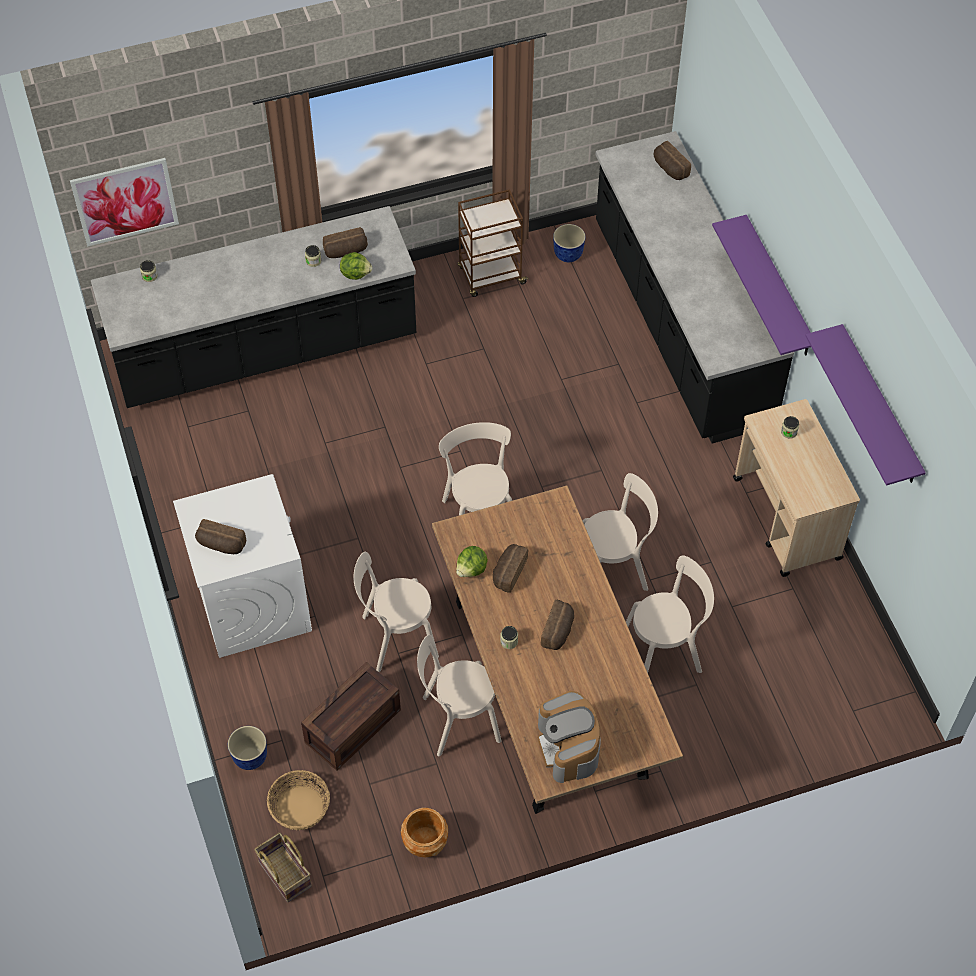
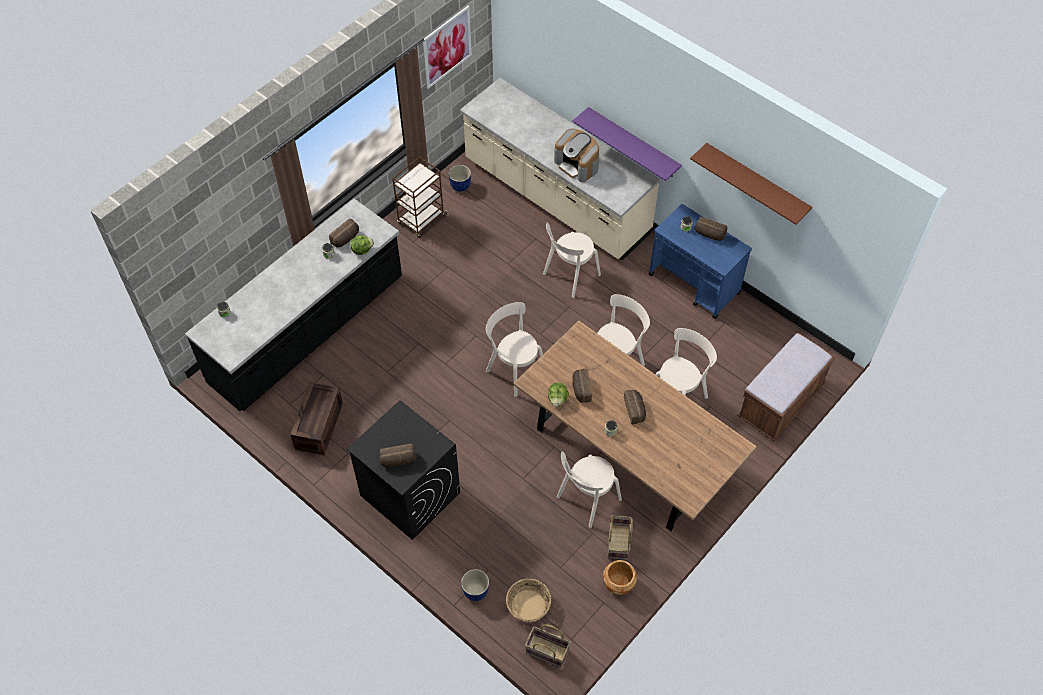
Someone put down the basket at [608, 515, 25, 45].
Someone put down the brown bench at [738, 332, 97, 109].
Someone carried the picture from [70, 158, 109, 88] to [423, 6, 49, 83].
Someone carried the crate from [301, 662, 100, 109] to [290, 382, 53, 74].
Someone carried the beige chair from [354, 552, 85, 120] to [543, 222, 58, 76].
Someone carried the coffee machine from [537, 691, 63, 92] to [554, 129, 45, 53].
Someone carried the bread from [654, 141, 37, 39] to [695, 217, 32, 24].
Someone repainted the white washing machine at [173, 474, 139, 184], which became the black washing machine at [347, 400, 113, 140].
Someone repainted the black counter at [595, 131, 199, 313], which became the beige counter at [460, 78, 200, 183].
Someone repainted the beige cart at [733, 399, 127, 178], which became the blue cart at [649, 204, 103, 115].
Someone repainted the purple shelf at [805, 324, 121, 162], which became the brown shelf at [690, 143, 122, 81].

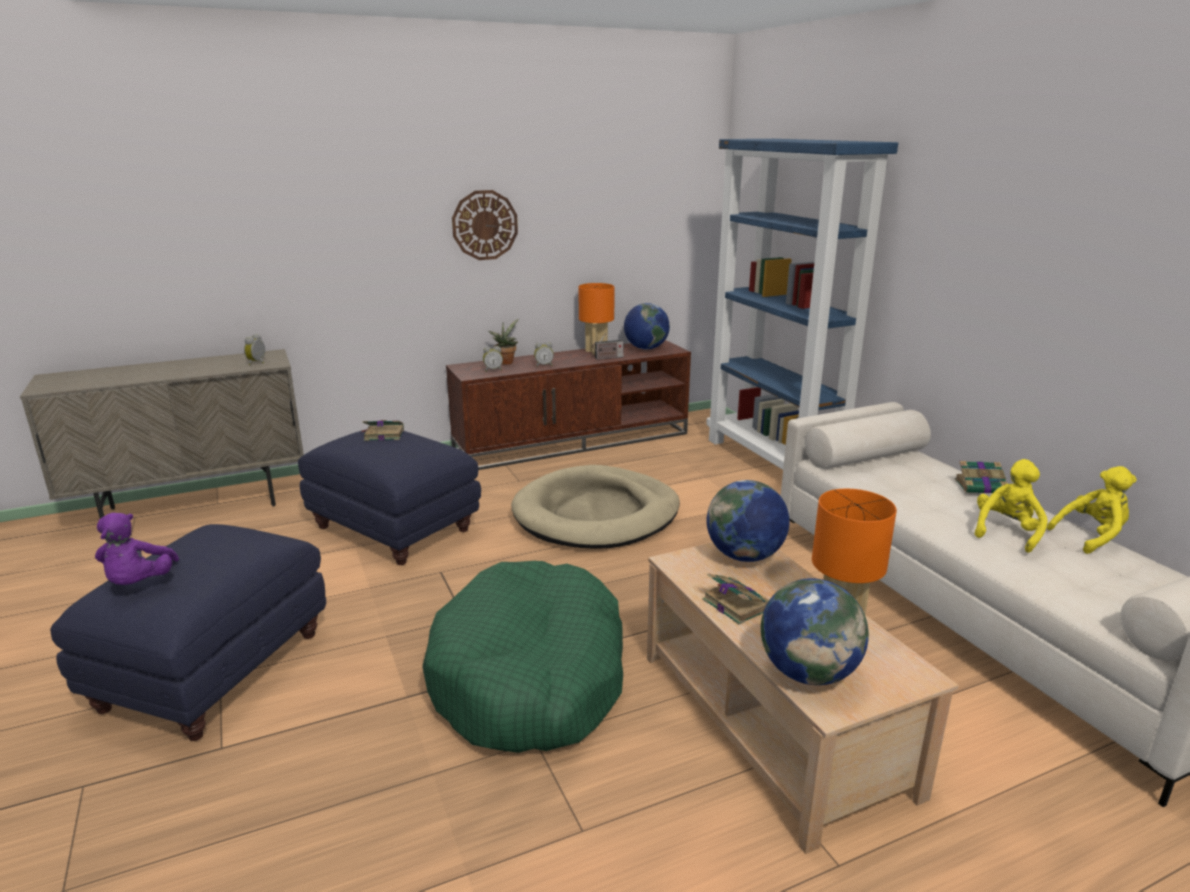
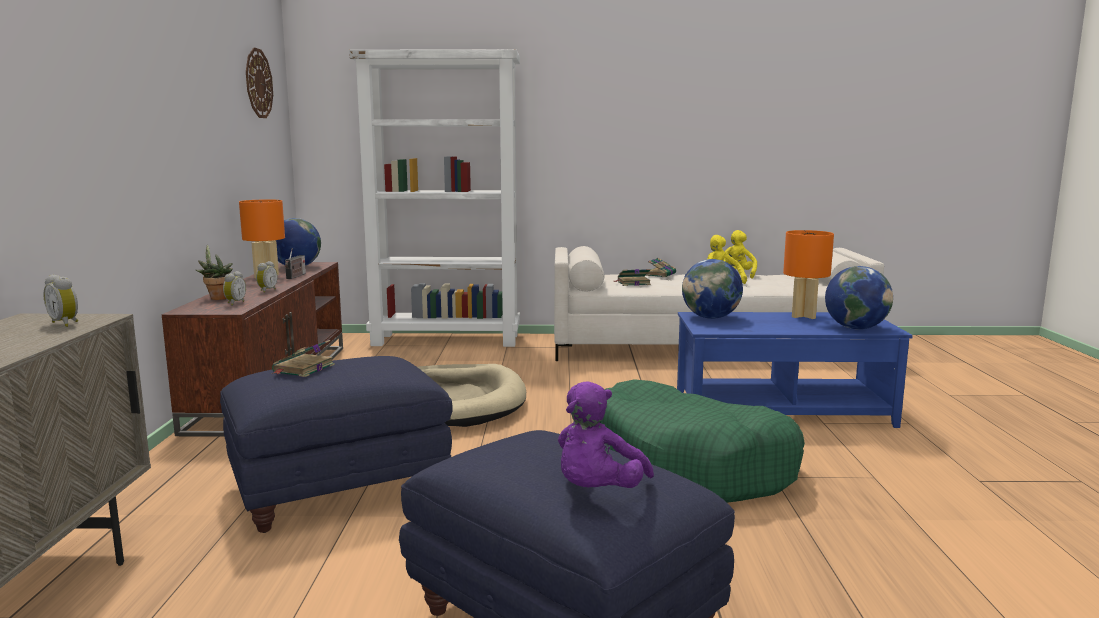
Someone carried the wall clock from [452, 190, 66, 70] to [246, 48, 27, 70].
Someone carried the book from [702, 573, 67, 52] to [614, 269, 37, 17].
Someone repainted the beige coffee table at [647, 542, 312, 312], which became the blue coffee table at [677, 312, 236, 116].
Someone repainted the blue bookcase at [706, 139, 192, 331], which became the white bookcase at [349, 49, 171, 298].
Someone rotated the purple plush toy at [95, 513, 84, 72] by 105 degrees clockwise.

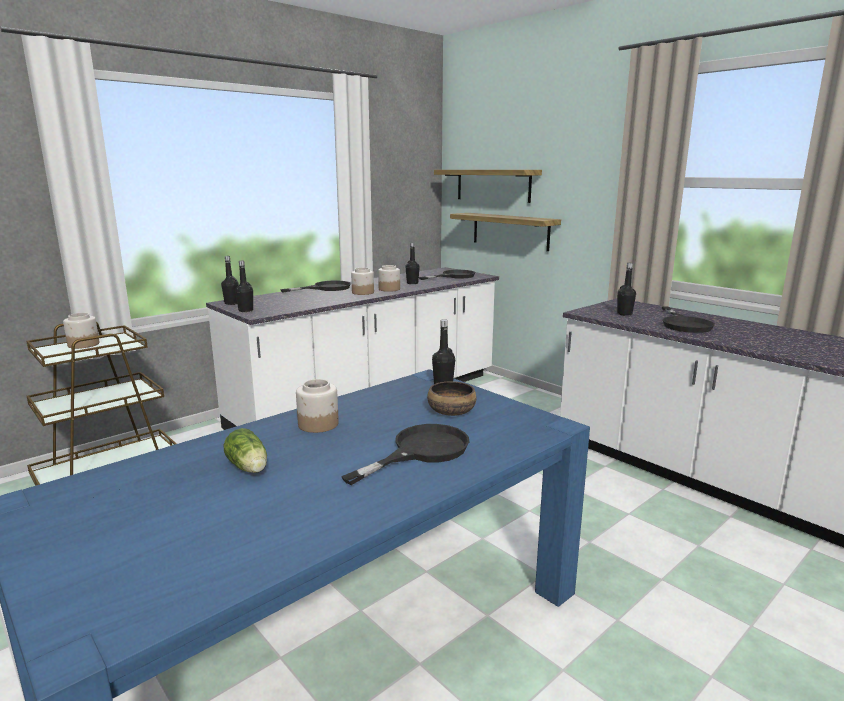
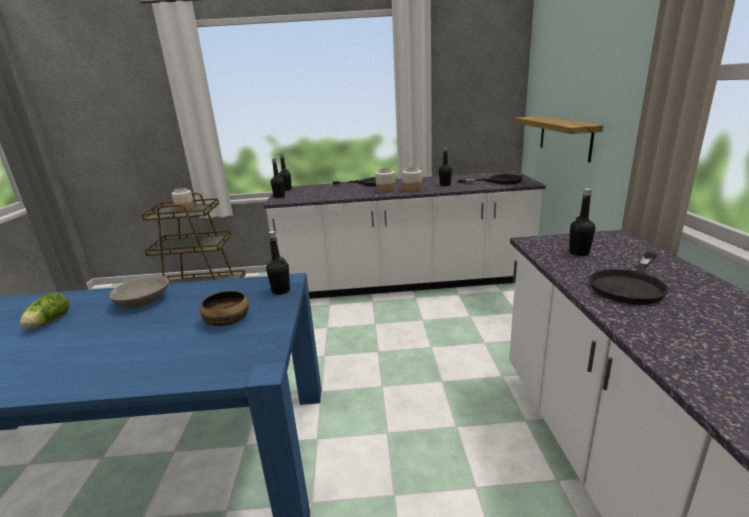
Someone took away the black frying pan at [341, 424, 129, 61].
Someone took away the shelf at [434, 170, 108, 33].
Someone swapped the jar at [296, 379, 43, 54] for the grey bowl at [109, 276, 60, 32].

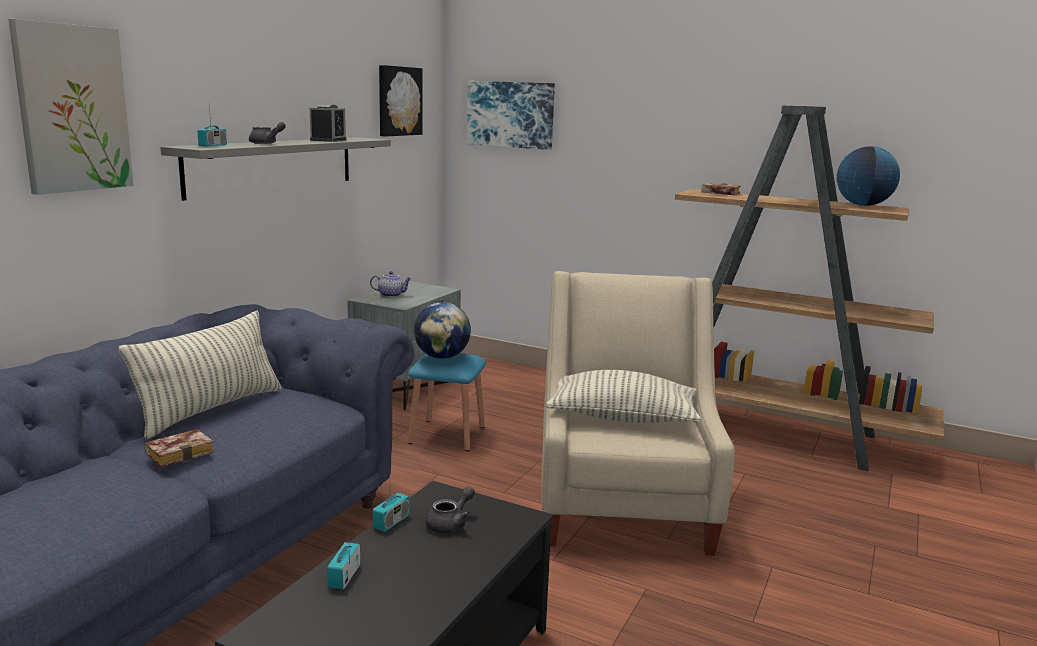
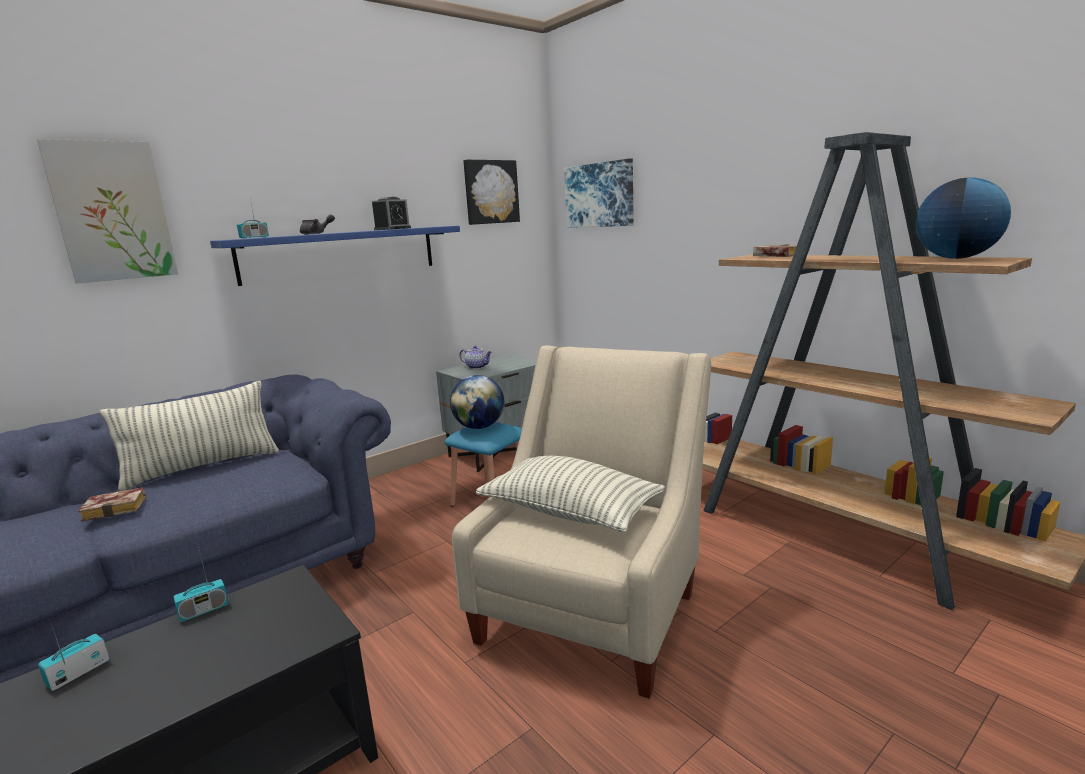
Someone took away the grey teapot at [426, 486, 49, 47].
Someone repainted the grey shelf at [160, 137, 231, 64], which became the blue shelf at [210, 226, 250, 60].

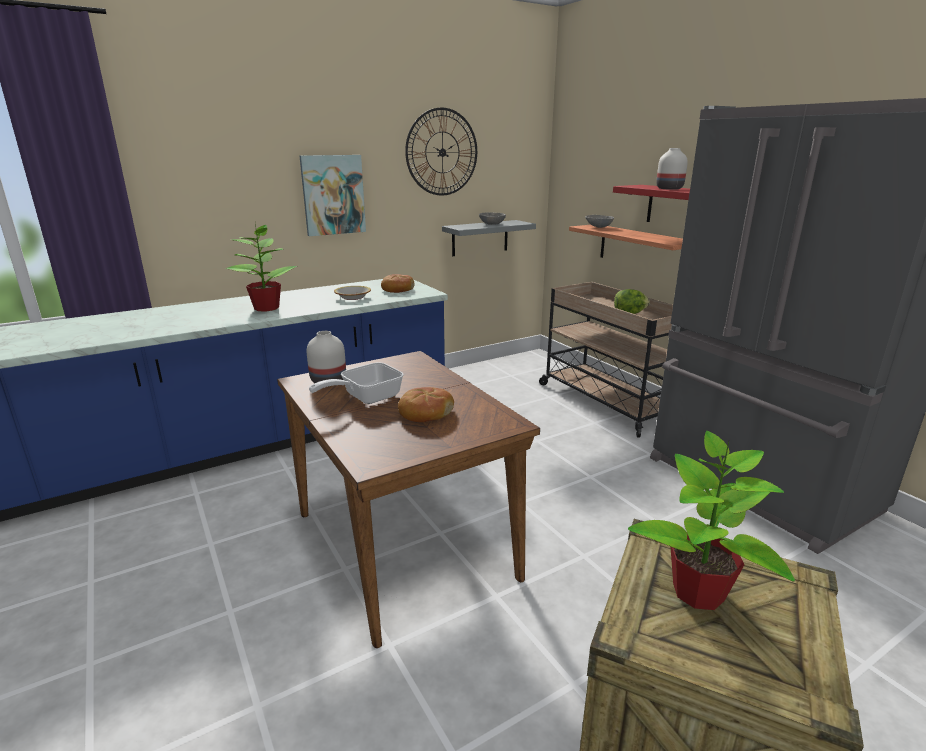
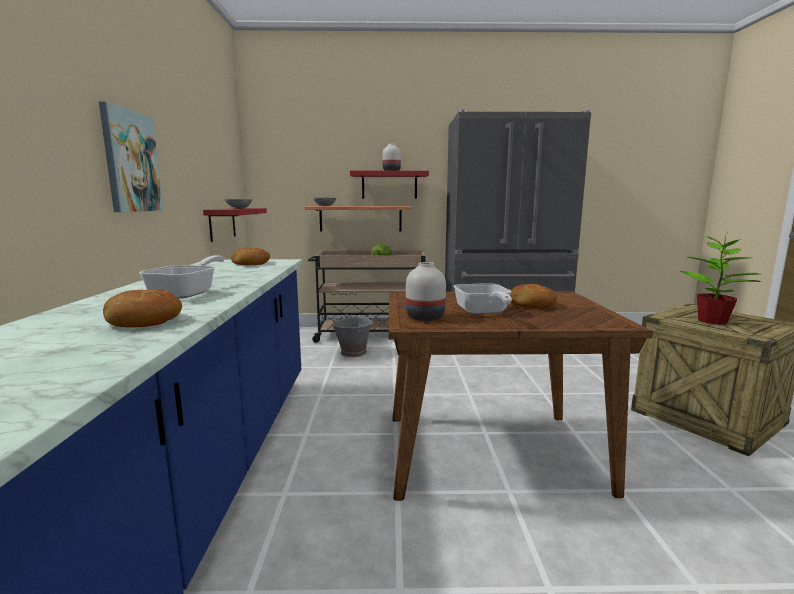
Someone took away the bowl at [334, 286, 37, 14].
Someone took away the wall clock at [405, 108, 72, 87].
Someone put down the bread at [103, 289, 79, 39].
Someone put down the grey bucket at [331, 314, 42, 43].
Someone swapped the potted plant at [226, 224, 71, 88] for the frying pan at [139, 255, 86, 44].
Someone repainted the grey shelf at [442, 220, 94, 36], which became the red shelf at [203, 208, 64, 34].

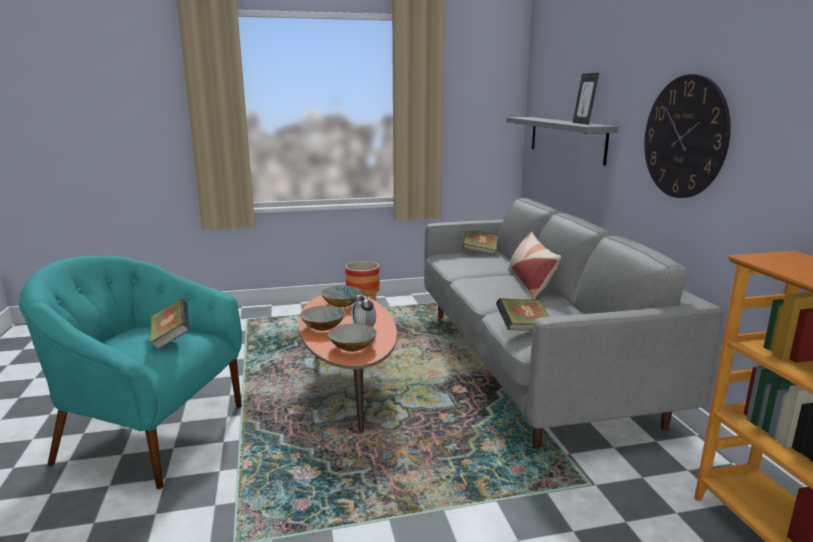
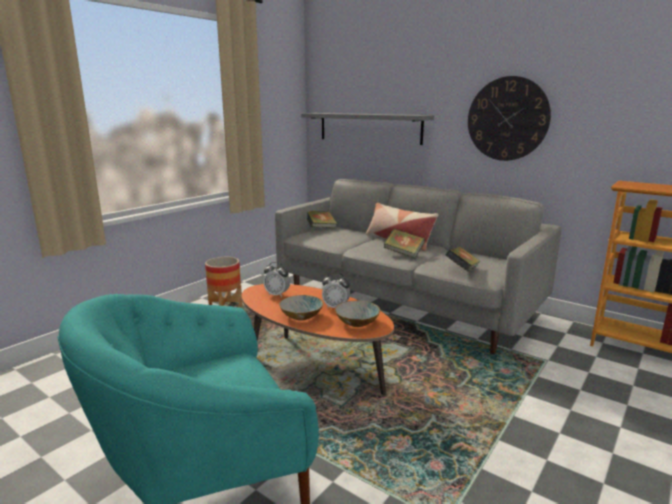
Someone took away the picture frame at [573, 73, 26, 52].
Someone carried the book from [150, 299, 40, 51] to [384, 229, 41, 30].
Someone swapped the bowl at [321, 286, 41, 21] for the alarm clock at [263, 262, 27, 36].

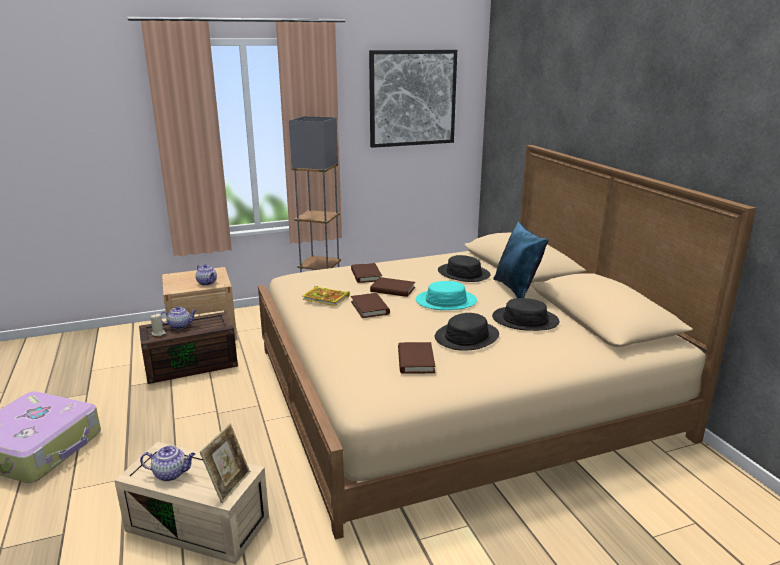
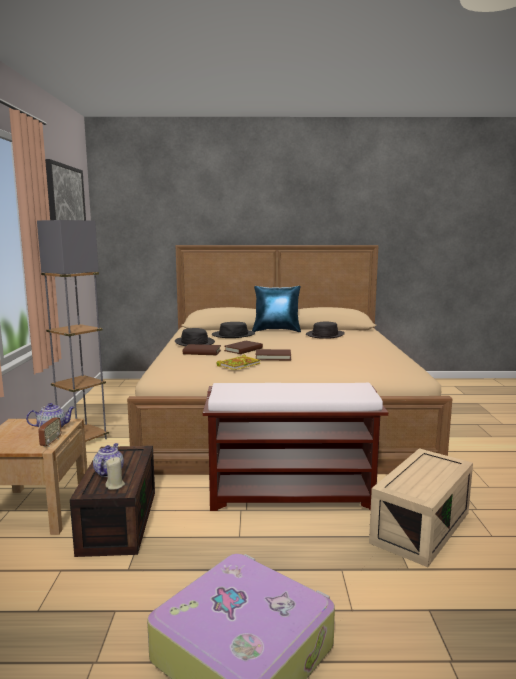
Someone took away the teapot at [140, 446, 55, 35].
Someone took away the picture frame at [200, 424, 50, 79].
Someone took away the brown book at [398, 342, 37, 32].
Someone took away the turquoise hat at [416, 281, 61, 29].
Someone put down the radio at [38, 406, 23, 41].
Someone put down the brown bench at [203, 383, 185, 128].
Someone carried the black hat from [435, 313, 64, 38] to [175, 328, 40, 18].

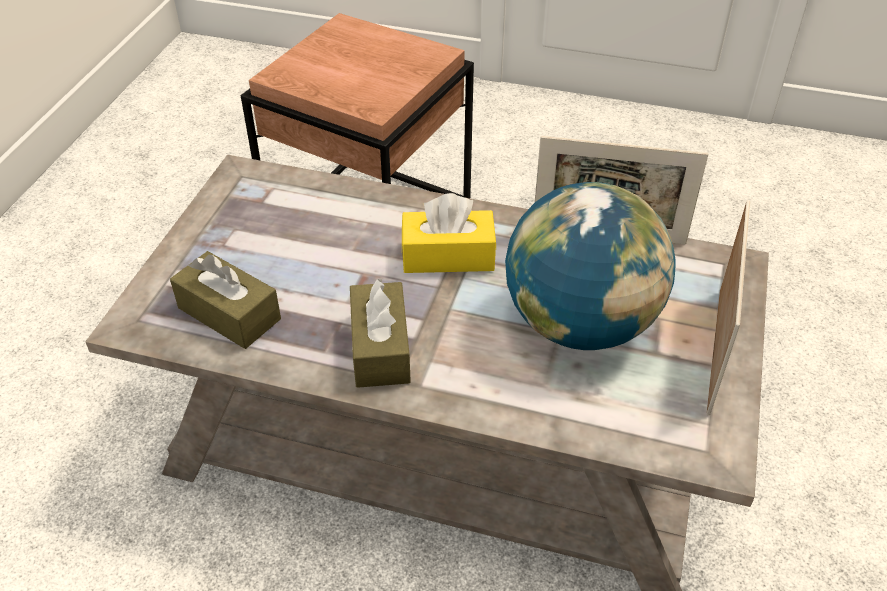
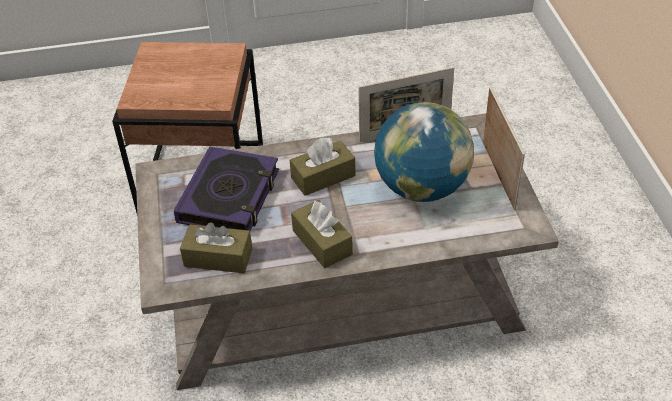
Someone put down the book at [174, 146, 105, 85].
Someone repainted the yellow tissue box at [402, 193, 94, 80], which became the brown tissue box at [290, 137, 66, 59].

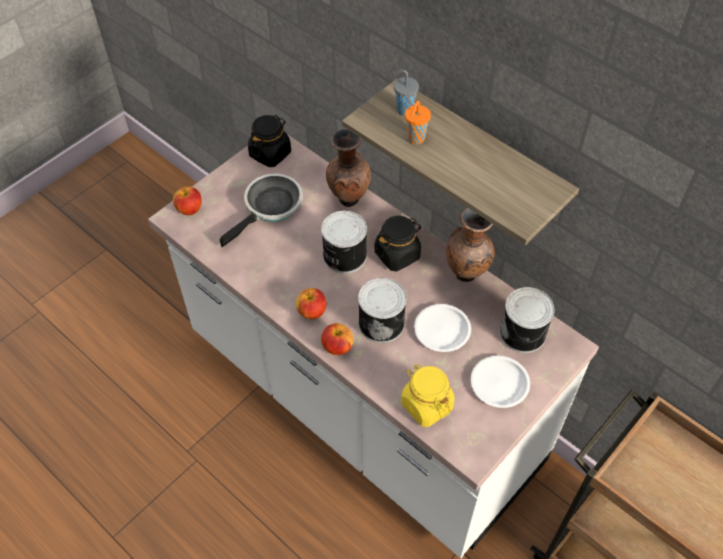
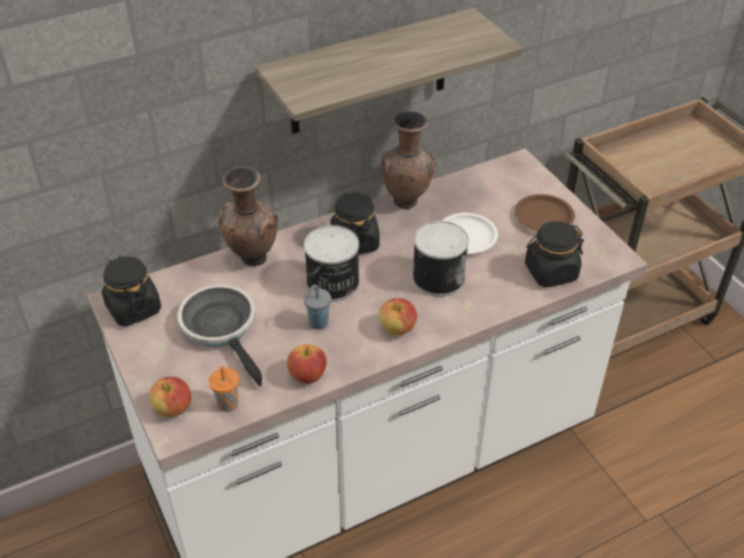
Someone took away the can at [499, 287, 56, 66].
Someone carried the apple from [321, 323, 33, 32] to [287, 344, 40, 40].
Someone carried the grey cup from [393, 69, 26, 47] to [304, 285, 27, 45].
Someone carried the orange cup from [405, 101, 26, 43] to [209, 366, 30, 46].
Someone repainted the yellow jar at [401, 364, 53, 63], which became the black jar at [525, 221, 59, 66].
Someone repainted the white plate at [471, 356, 59, 52], which became the brown plate at [514, 194, 61, 38].

